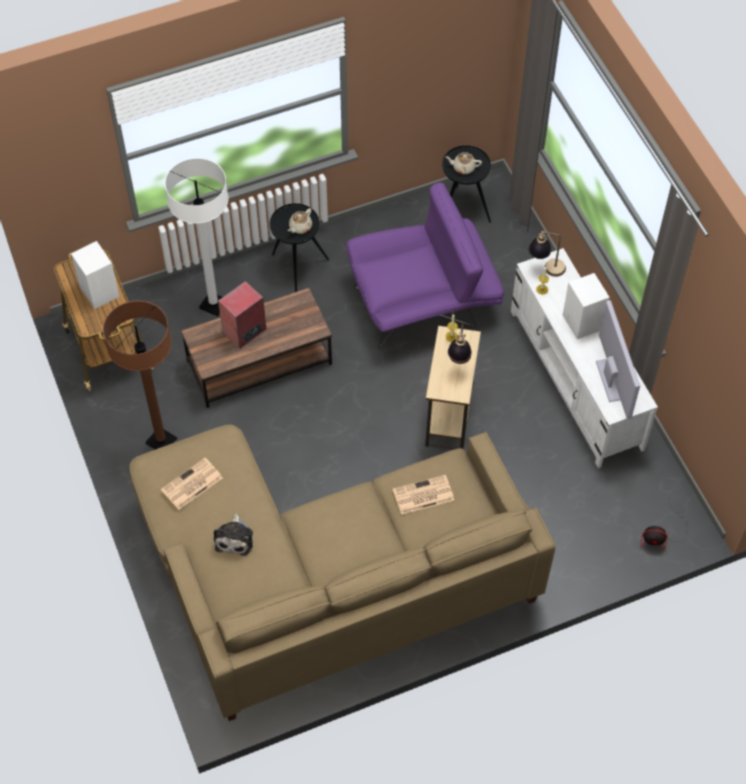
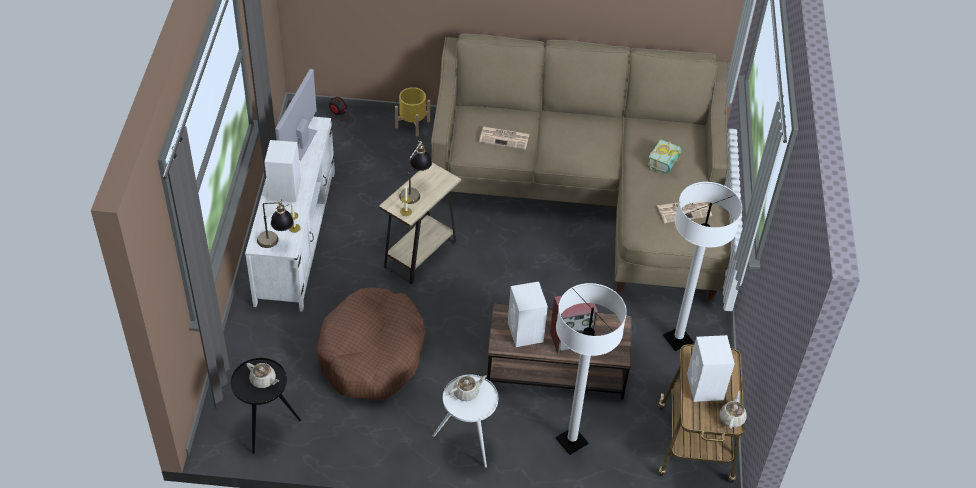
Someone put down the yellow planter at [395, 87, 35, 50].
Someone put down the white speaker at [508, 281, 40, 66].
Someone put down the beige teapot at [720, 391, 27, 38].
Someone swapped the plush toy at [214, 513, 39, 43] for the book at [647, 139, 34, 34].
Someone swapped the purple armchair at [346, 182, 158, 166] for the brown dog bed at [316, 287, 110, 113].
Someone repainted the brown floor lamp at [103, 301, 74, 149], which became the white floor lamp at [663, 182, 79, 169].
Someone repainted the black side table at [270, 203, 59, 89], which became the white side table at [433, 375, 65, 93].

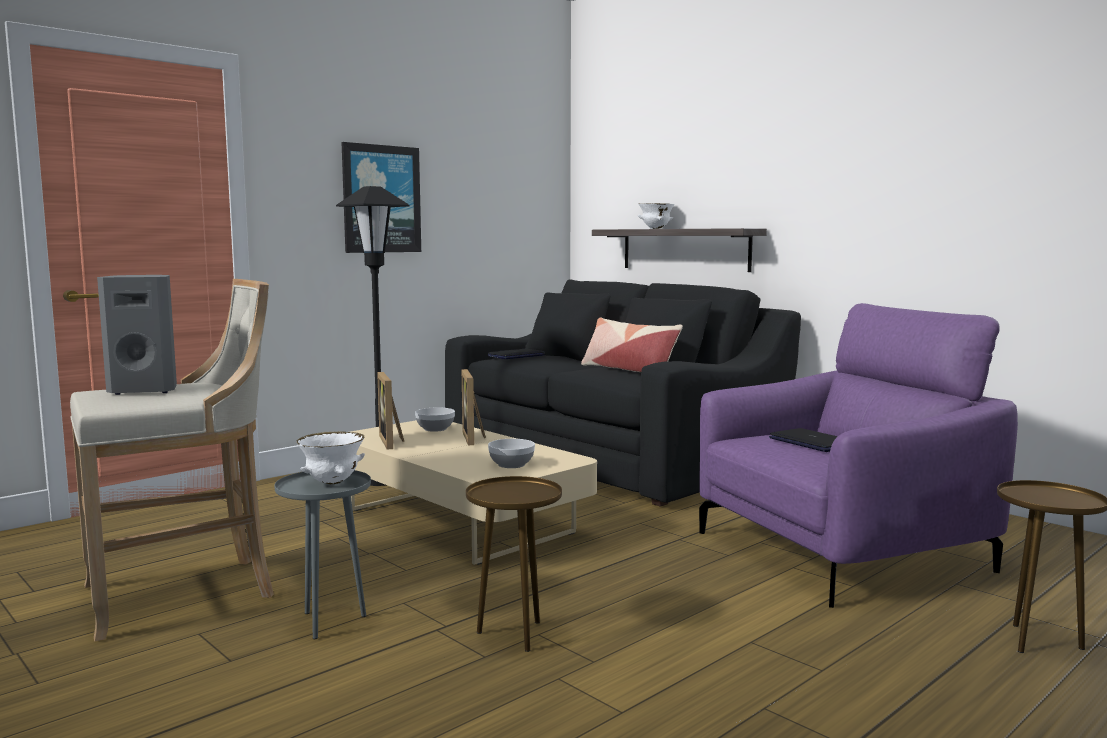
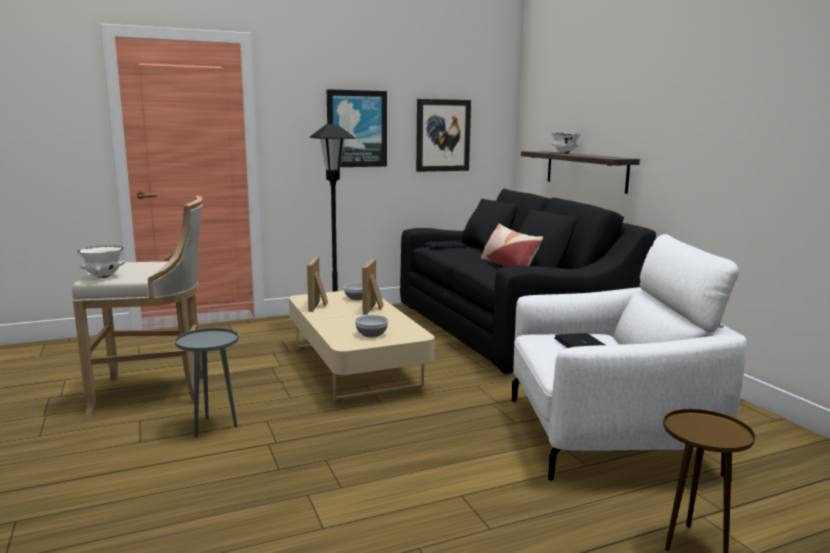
Someone took away the grey speaker at [97, 275, 80, 120].
Someone took away the brown side table at [466, 476, 96, 176].
Someone put up the picture at [416, 99, 55, 73].
Someone carried the white bowl from [296, 431, 69, 53] to [78, 245, 47, 33].
Someone repainted the purple armchair at [699, 303, 319, 305], which became the white armchair at [512, 234, 235, 247].

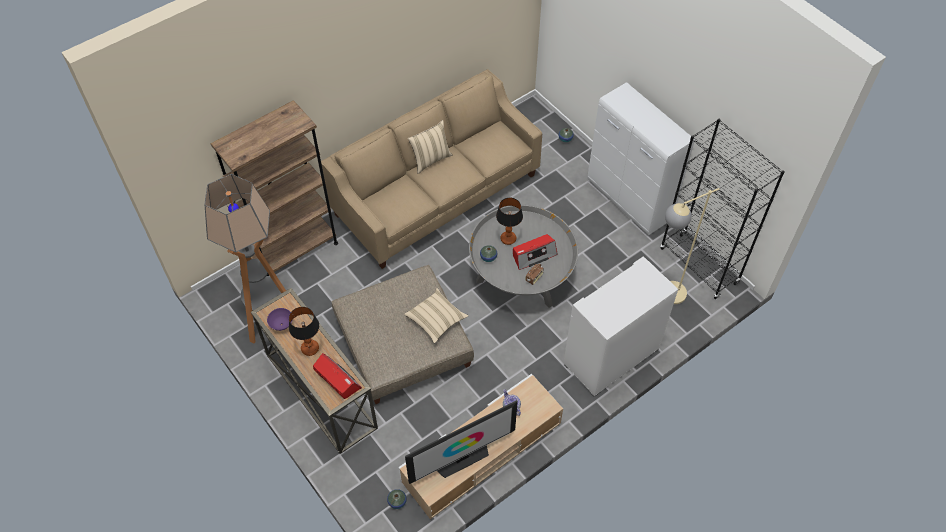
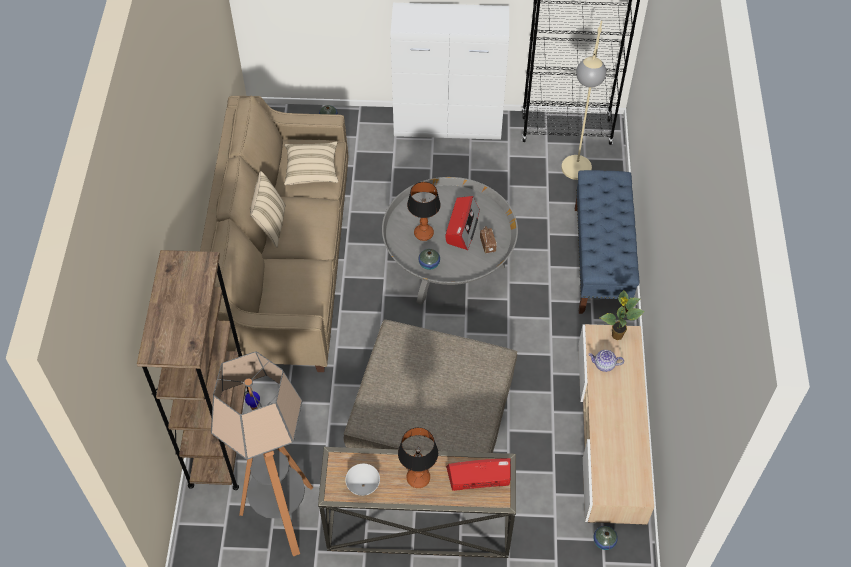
Someone took away the television at [405, 400, 113, 84].
Someone put down the potted plant at [600, 290, 44, 50].
Someone carried the beige pillow from [404, 288, 64, 55] to [284, 141, 54, 44].
Someone swapped the white cabinet at [563, 257, 115, 140] for the blue bench at [575, 170, 64, 144].
Someone repainted the purple bowl at [267, 308, 25, 23], which became the white bowl at [345, 464, 35, 32].

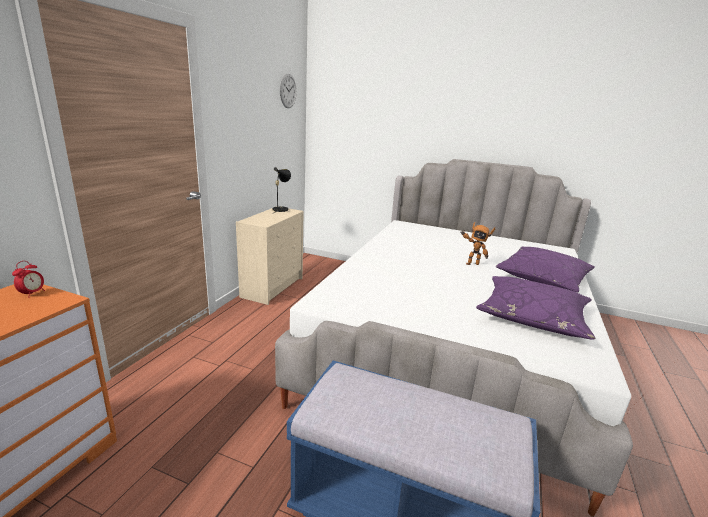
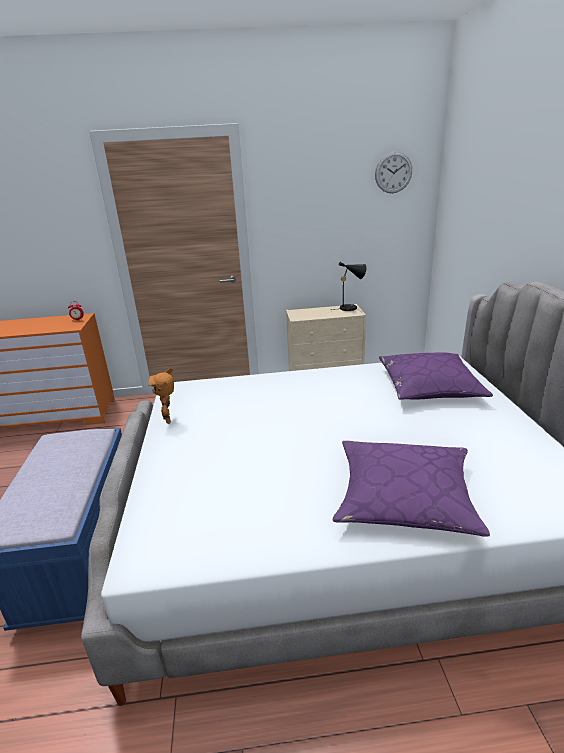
Someone carried the toy robot from [461, 222, 34, 43] to [148, 368, 26, 56].
Someone carried the purple pillow from [476, 276, 119, 64] to [379, 353, 114, 47].

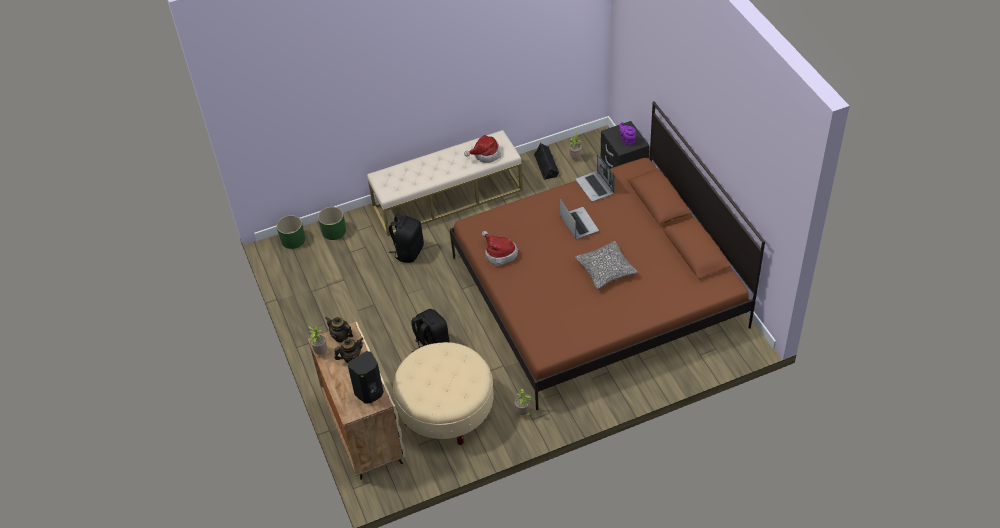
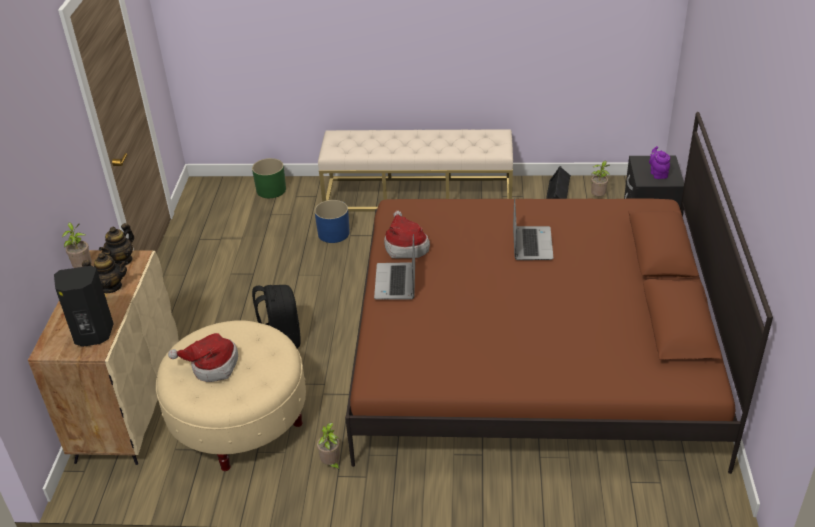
Someone took away the green planter at [276, 215, 29, 34].
Someone took away the pillow at [575, 241, 63, 48].
Someone carried the hat from [464, 135, 37, 28] to [168, 333, 70, 49].
Someone carried the laptop from [575, 154, 40, 48] to [374, 234, 41, 66].
Someone swapped the black backpack at [389, 214, 35, 49] for the blue planter at [314, 200, 36, 43].
Someone rotated the teapot at [325, 317, 28, 25] by 120 degrees counterclockwise.

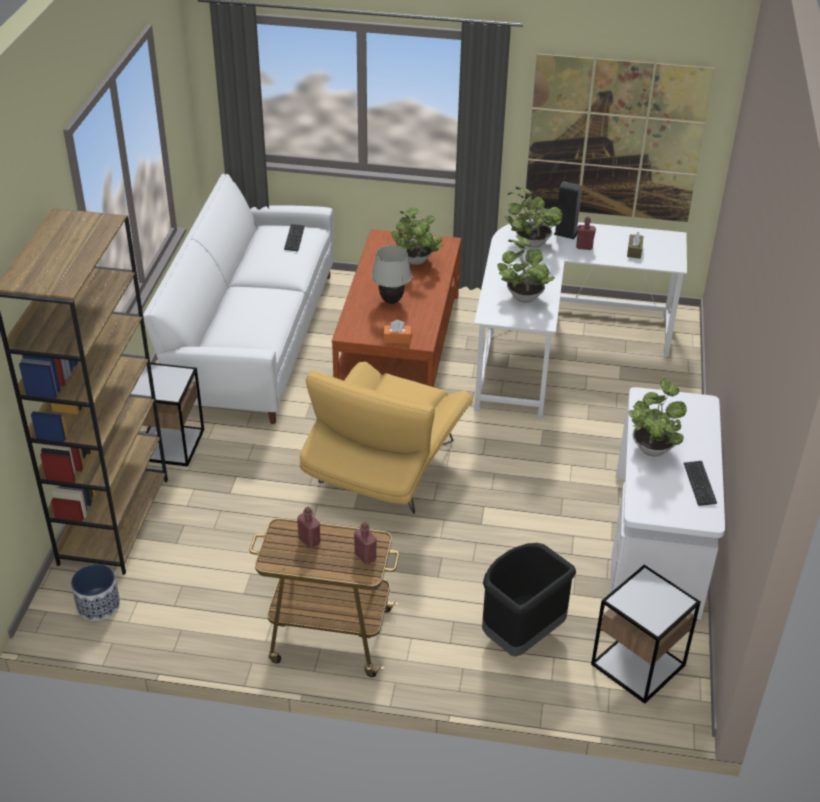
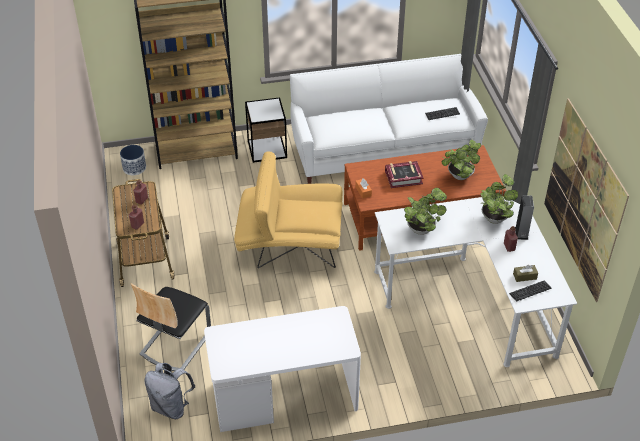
Someone took away the potted plant at [628, 378, 59, 78].
Someone carried the keyboard from [684, 461, 33, 45] to [509, 280, 42, 22].
Someone swapped the white table lamp at [372, 245, 40, 59] for the book at [385, 161, 39, 27].
Someone swapped the black trash can at [482, 543, 94, 114] for the chair at [131, 283, 80, 88].
Someone swapped the side table at [591, 565, 110, 139] for the grey backpack at [145, 363, 50, 56].

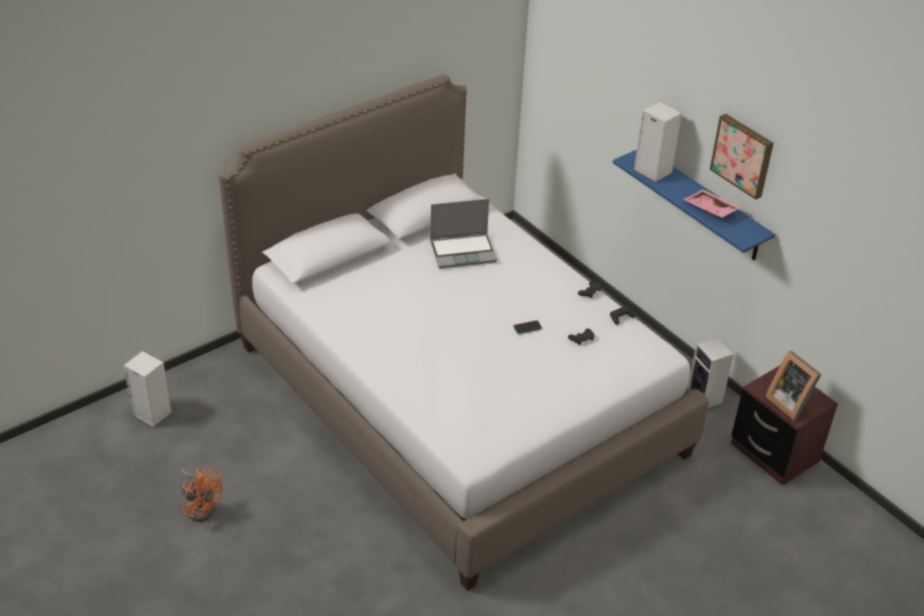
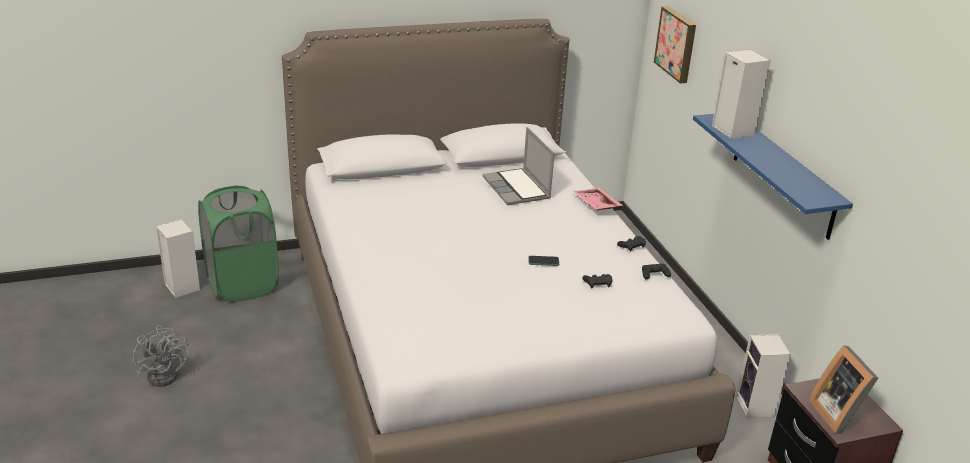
Someone put down the green laundry basket at [198, 185, 81, 117].
Someone carried the pink tray from [684, 189, 57, 29] to [573, 188, 50, 22].
Someone carried the picture from [710, 114, 64, 85] to [654, 6, 42, 78].
Someone repainted the orange fan at [181, 468, 42, 54], which became the grey fan at [133, 325, 56, 62].
Someone rotated the laptop at [430, 199, 67, 70] by 60 degrees clockwise.

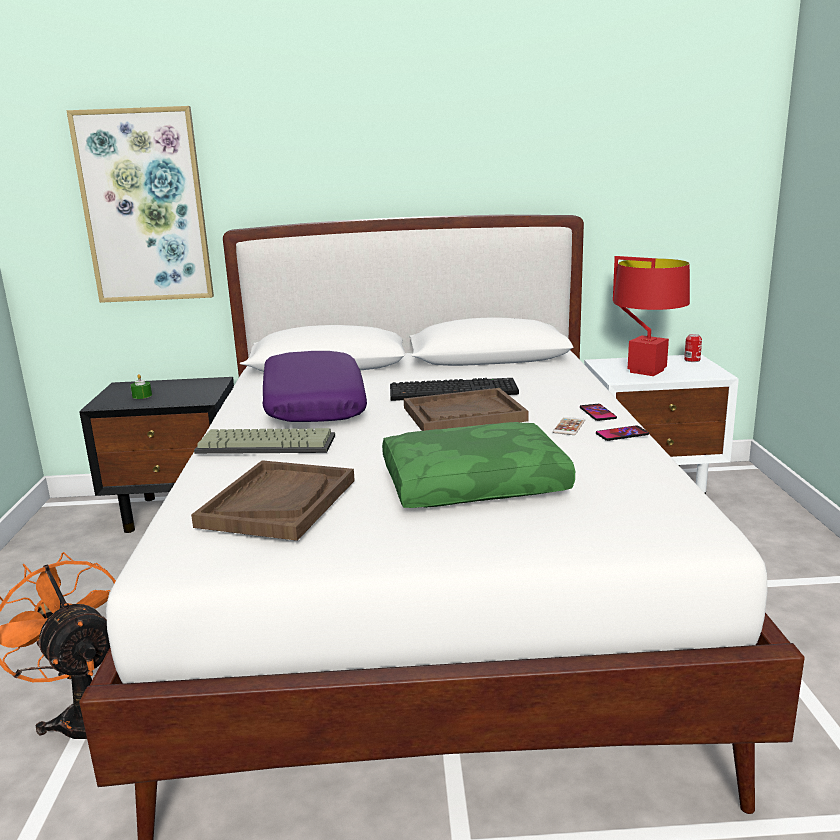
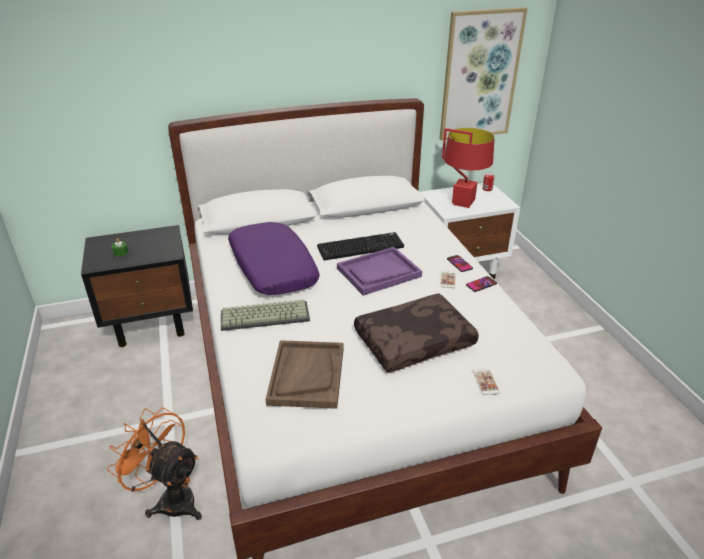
Someone put down the phone at [473, 368, 27, 27].
Someone carried the picture from [66, 106, 148, 197] to [439, 7, 89, 134].
Someone repainted the green pillow at [382, 422, 193, 86], which became the brown pillow at [354, 293, 125, 80].
Someone repainted the brown tray at [404, 388, 124, 43], which became the purple tray at [337, 247, 85, 49].

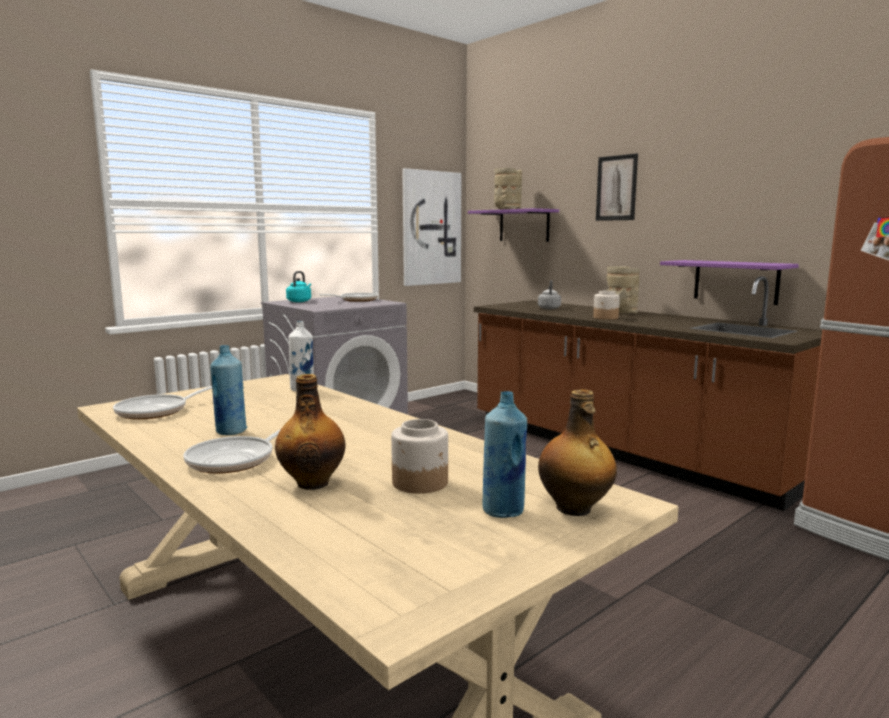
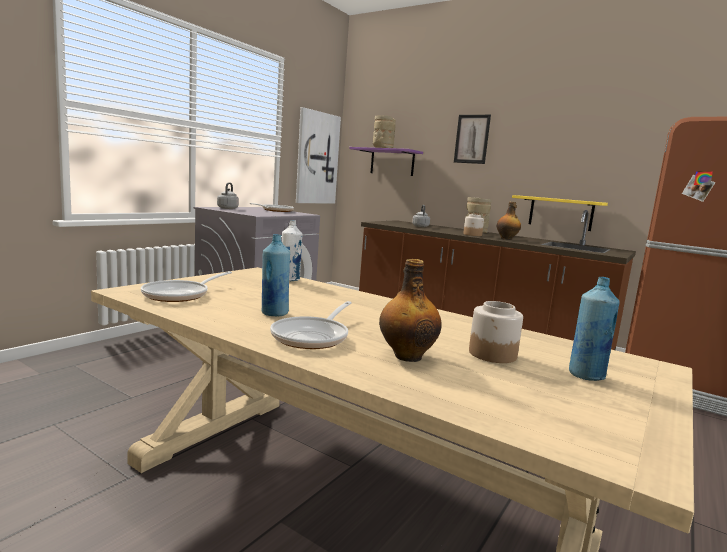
Someone carried the bottle from [538, 389, 79, 127] to [497, 202, 24, 38].
Someone repainted the turquoise kettle at [286, 271, 25, 31], which became the grey kettle at [217, 182, 22, 27].
Someone repainted the purple shelf at [660, 260, 139, 45], which became the yellow shelf at [512, 195, 96, 36].

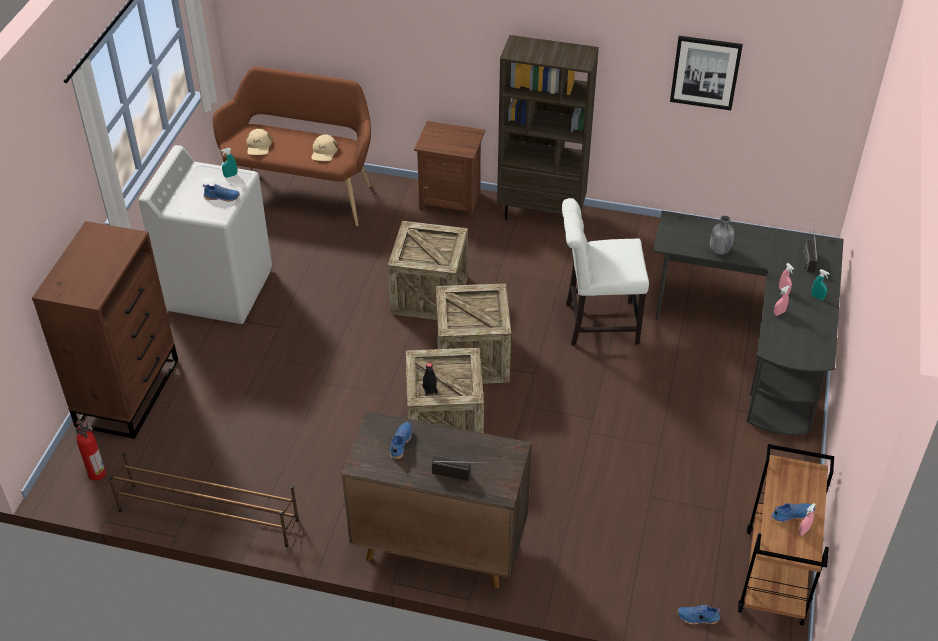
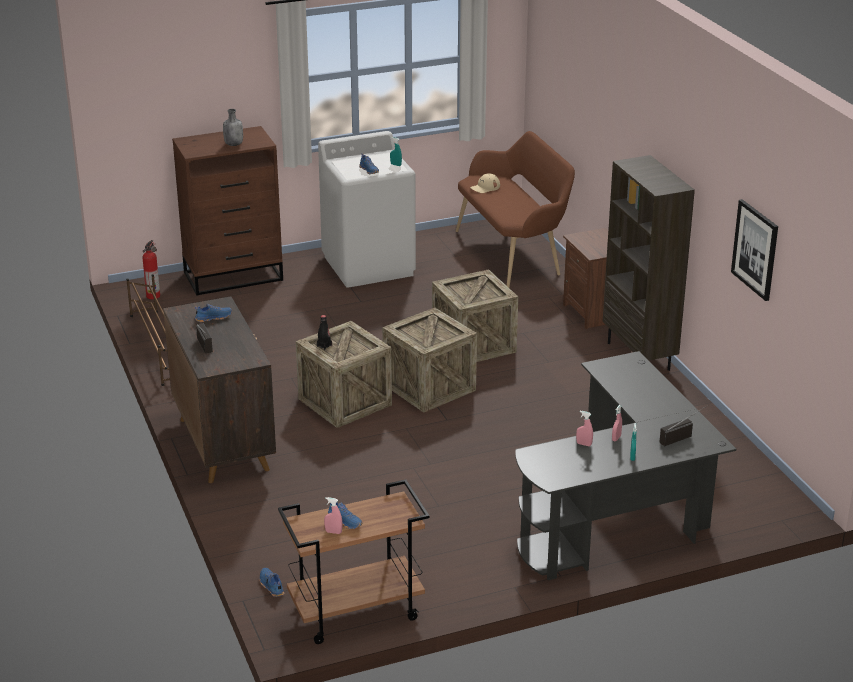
Someone took away the beige cap at [311, 134, 27, 27].
Someone took away the white chair at [562, 198, 87, 148].
Someone carried the grey bottle from [710, 215, 24, 40] to [223, 109, 20, 37].

